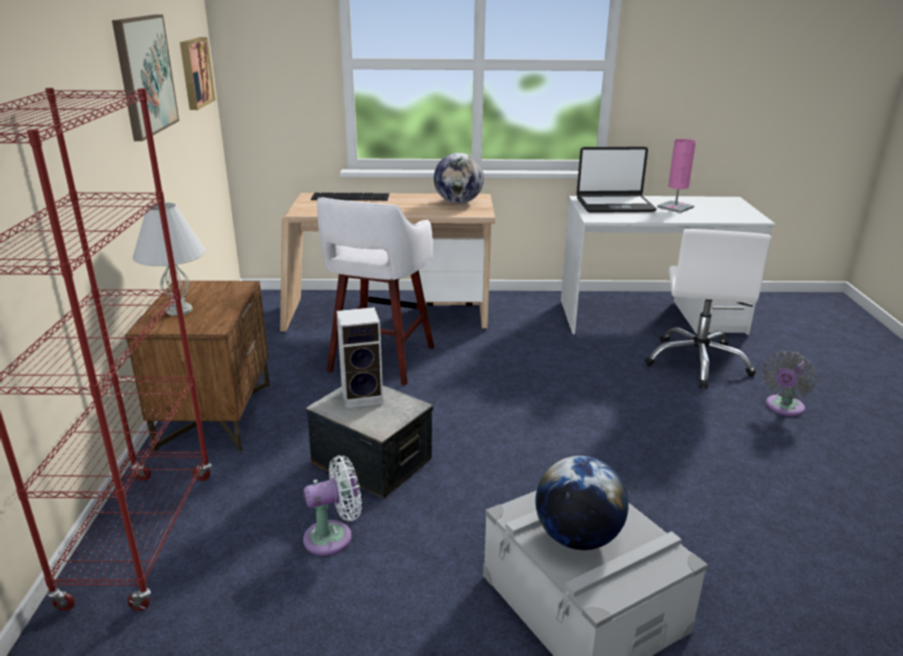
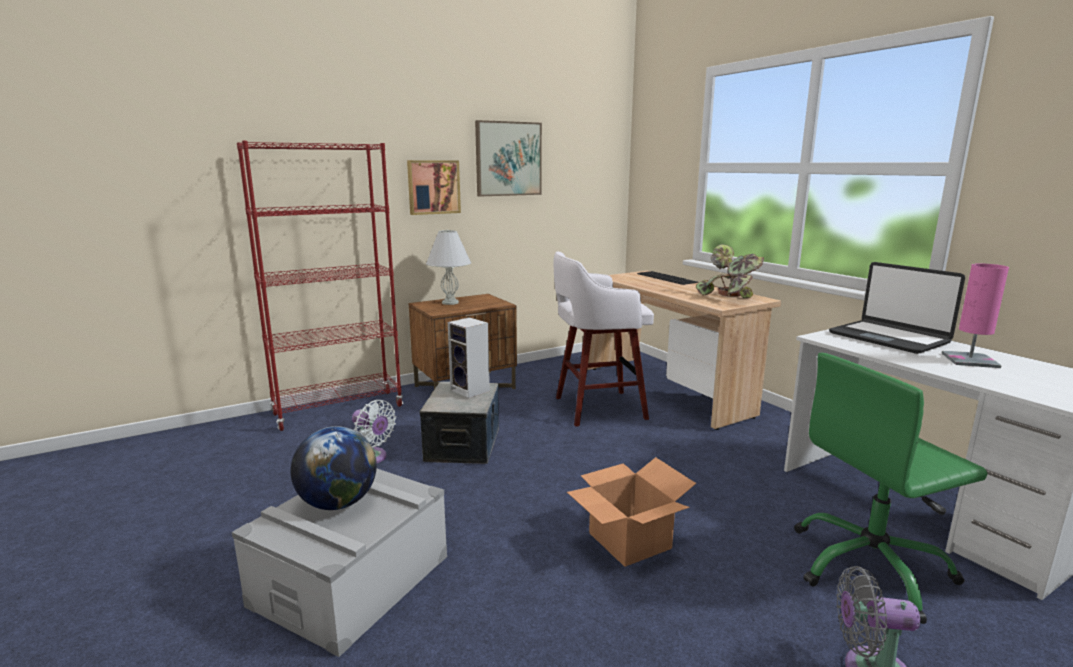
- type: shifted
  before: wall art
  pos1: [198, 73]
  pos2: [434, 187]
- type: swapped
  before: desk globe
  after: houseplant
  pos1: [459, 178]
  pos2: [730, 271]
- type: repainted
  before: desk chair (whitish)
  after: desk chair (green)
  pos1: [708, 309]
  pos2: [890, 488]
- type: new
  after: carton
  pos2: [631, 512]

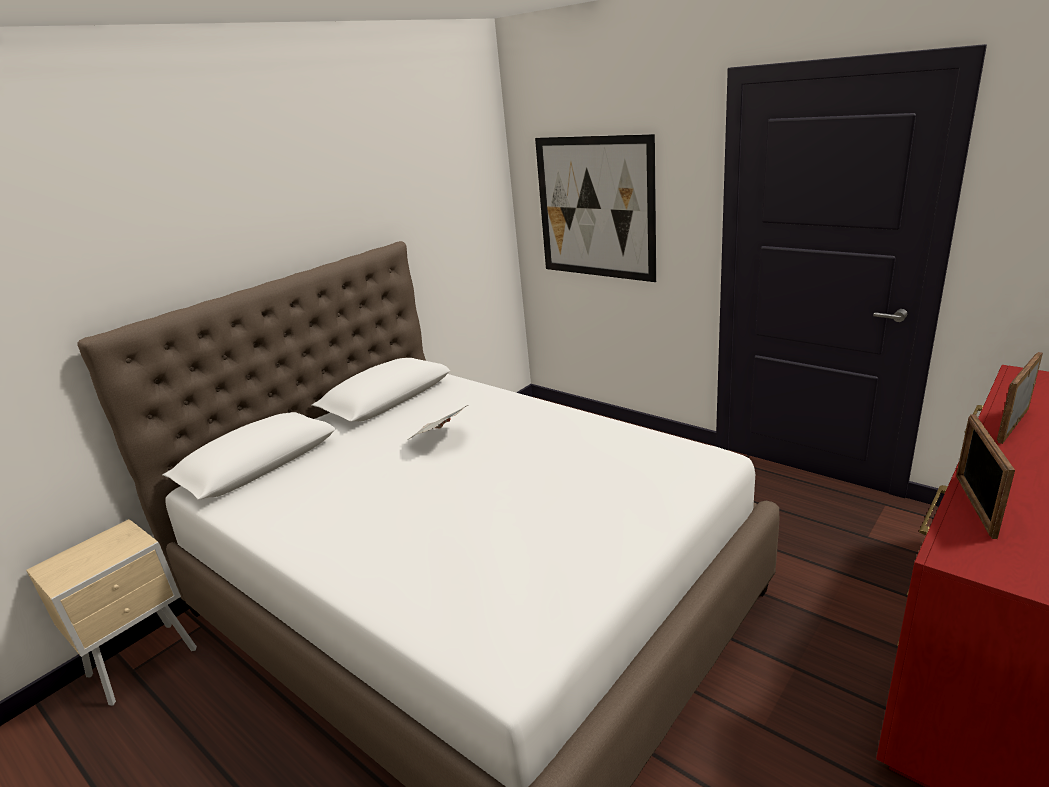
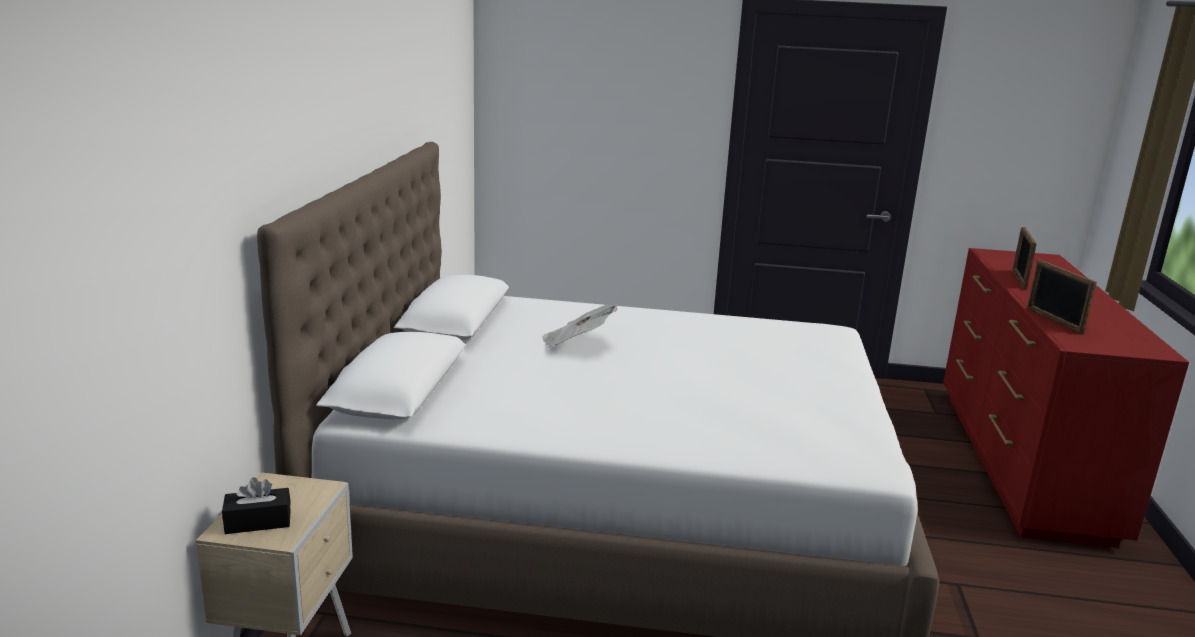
- type: gone
  before: wall art
  pos1: [595, 208]
- type: new
  after: tissue box (black)
  pos2: [256, 505]

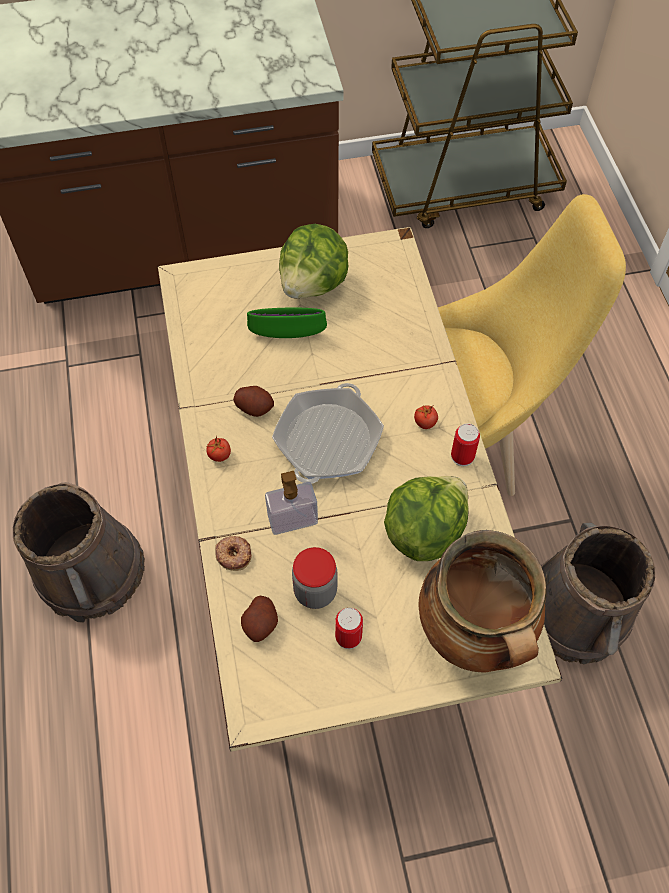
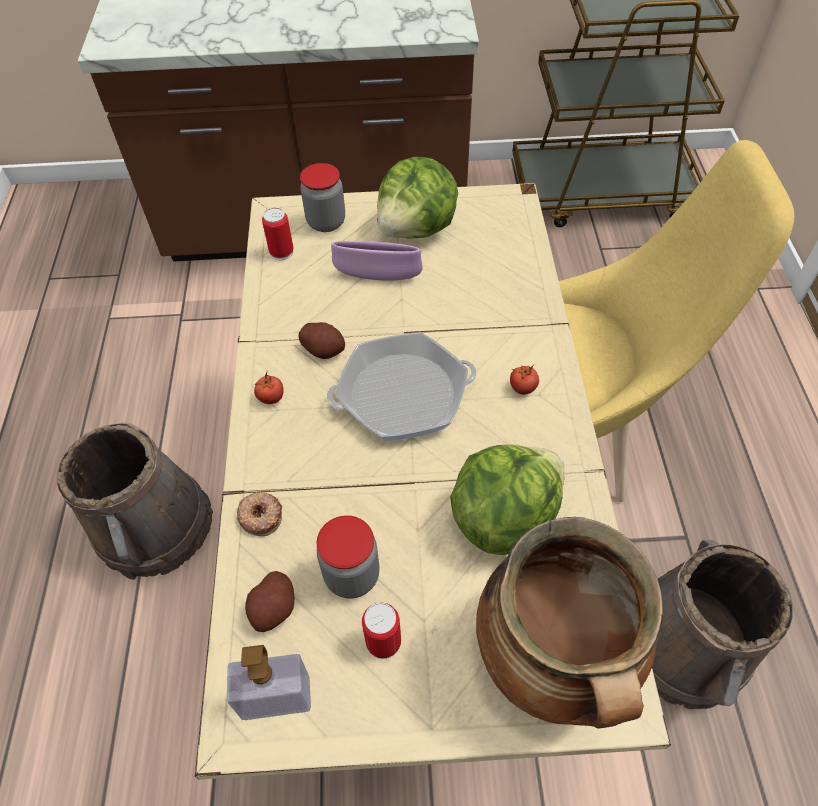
- type: repainted
  before: serving bowl (green)
  after: serving bowl (purple-coloured)
  pos1: [287, 323]
  pos2: [377, 261]
- type: shifted
  before: soap bottle
  pos1: [291, 503]
  pos2: [269, 682]
- type: rotated
  before: frying pan
  pos1: [328, 433]
  pos2: [402, 386]
  turn: -135
- type: shifted
  before: sealed can
  pos1: [465, 444]
  pos2: [278, 233]
- type: new
  after: jar
  pos2: [322, 197]

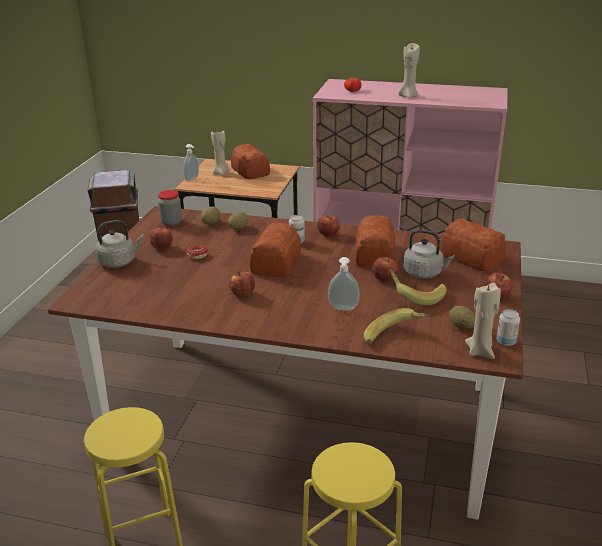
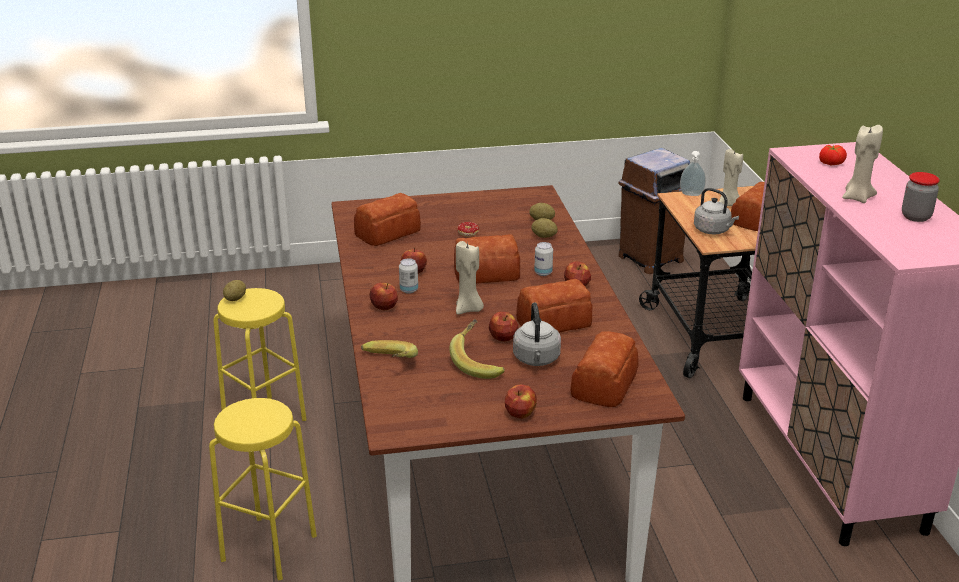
- type: shifted
  before: kettle (grey)
  pos1: [119, 244]
  pos2: [716, 211]
- type: shifted
  before: whole apple
  pos1: [161, 238]
  pos2: [383, 296]
- type: shifted
  before: jar
  pos1: [170, 208]
  pos2: [921, 197]
- type: gone
  before: soap bottle
  pos1: [343, 284]
- type: shifted
  before: spud
  pos1: [462, 317]
  pos2: [234, 290]
- type: shifted
  before: wax candle (sand-coloured)
  pos1: [483, 321]
  pos2: [470, 277]
- type: shifted
  before: sealed can
  pos1: [508, 327]
  pos2: [408, 276]
- type: new
  after: bread
  pos2: [387, 219]

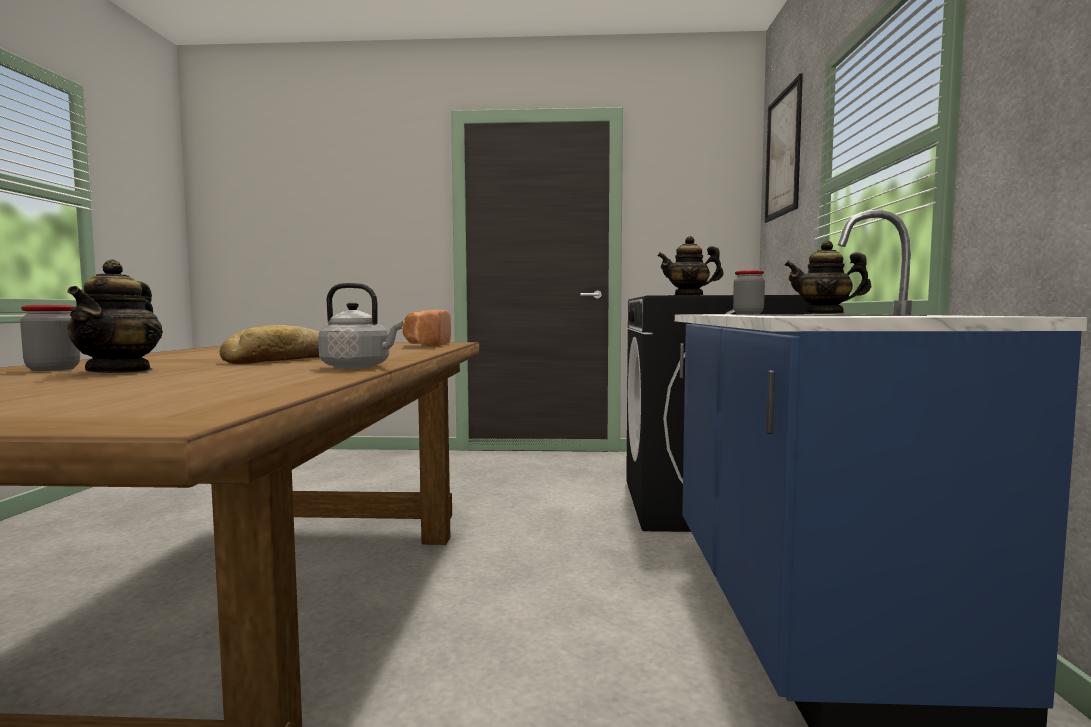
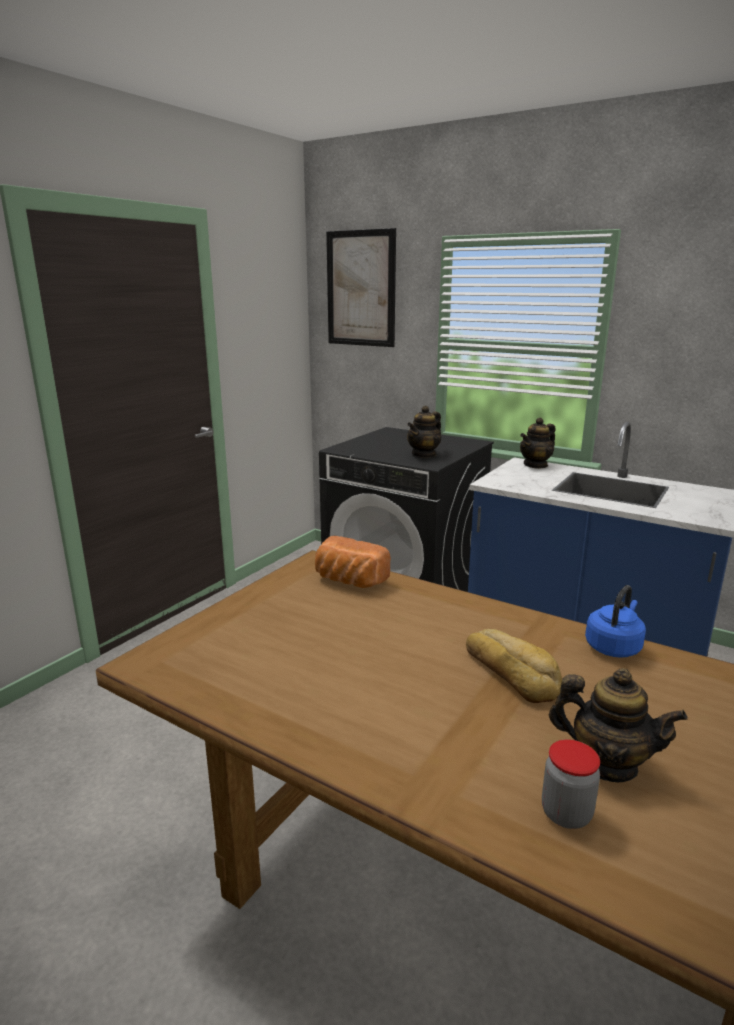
- type: repainted
  before: kettle (grey)
  after: kettle (bluish)
  pos1: [360, 326]
  pos2: [615, 621]
- type: gone
  before: jar
  pos1: [749, 292]

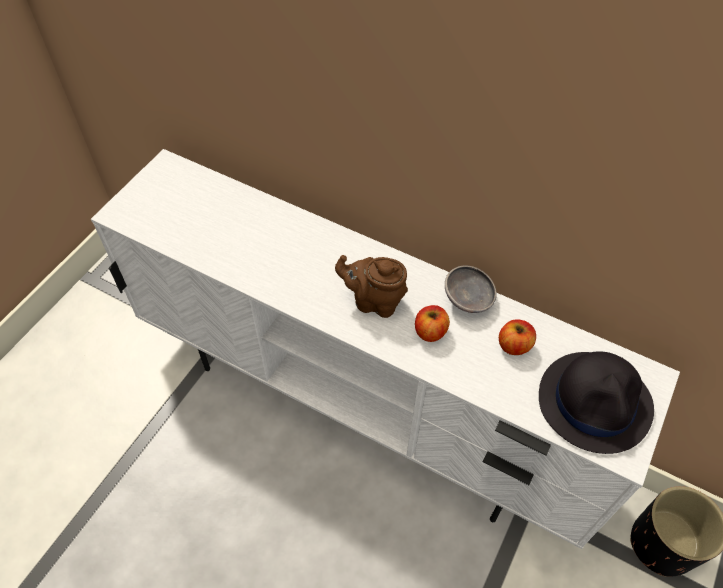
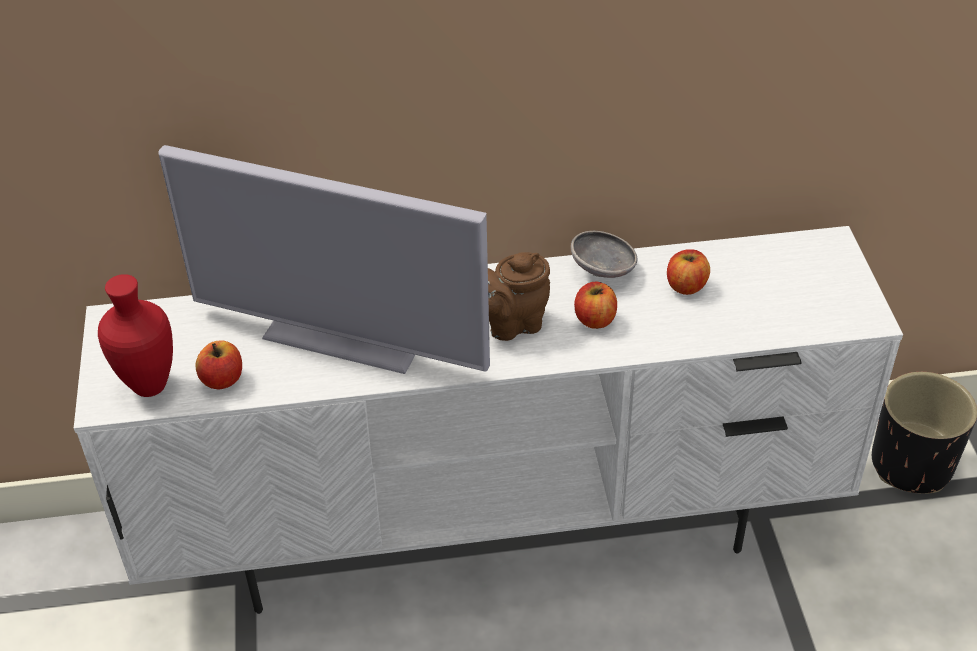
- type: gone
  before: wearable hat (black)
  pos1: [596, 402]
- type: new
  after: flower vase (red-coloured)
  pos2: [135, 335]
- type: new
  after: TV set
  pos2: [324, 259]
- type: new
  after: whole apple
  pos2: [218, 364]

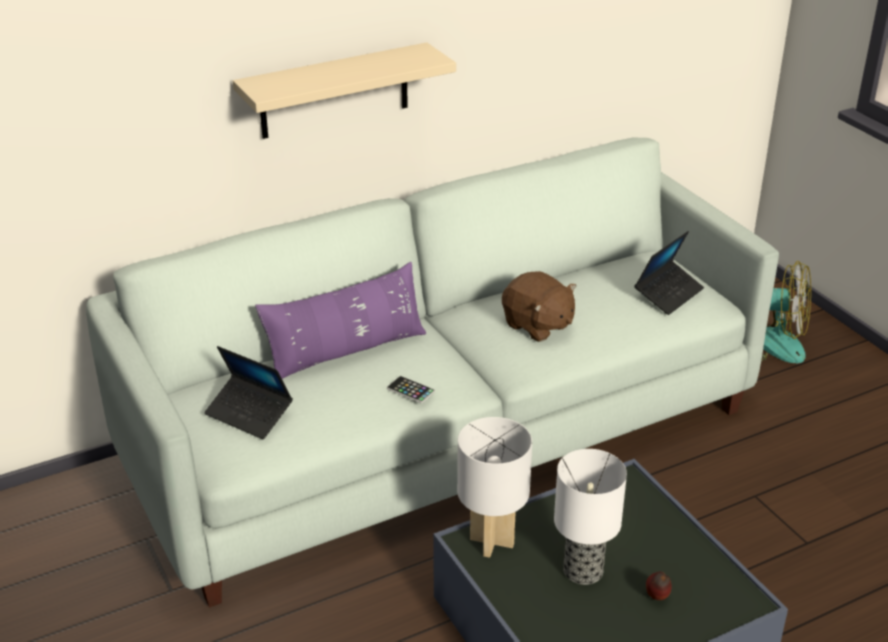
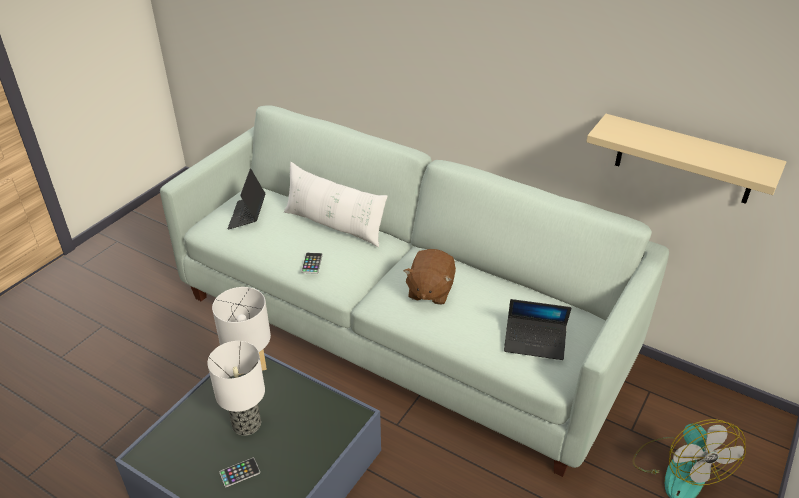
- type: shifted
  before: bracket shelf (sand-coloured)
  pos1: [344, 90]
  pos2: [686, 159]
- type: repainted
  before: pillow (purple-coloured)
  after: pillow (whitish)
  pos1: [340, 320]
  pos2: [336, 204]
- type: swapped
  before: whole apple
  after: handset
  pos1: [659, 586]
  pos2: [239, 473]

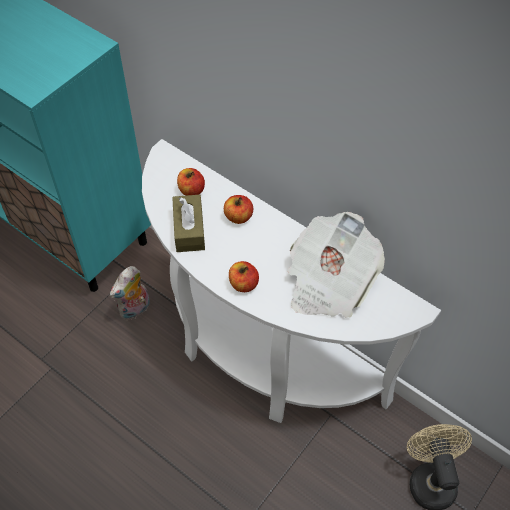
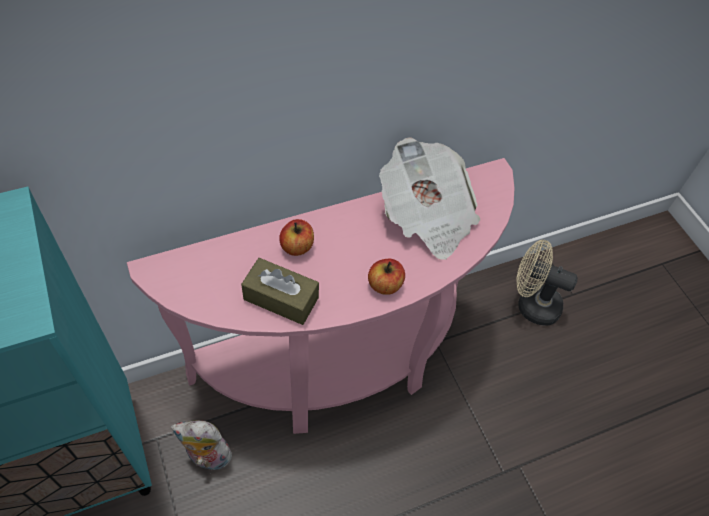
- type: rotated
  before: plush toy
  pos1: [130, 293]
  pos2: [202, 445]
  turn: 120
- type: repainted
  before: console table (whitish)
  after: console table (pinkish)
  pos1: [291, 281]
  pos2: [321, 296]
- type: gone
  before: whole apple
  pos1: [191, 182]

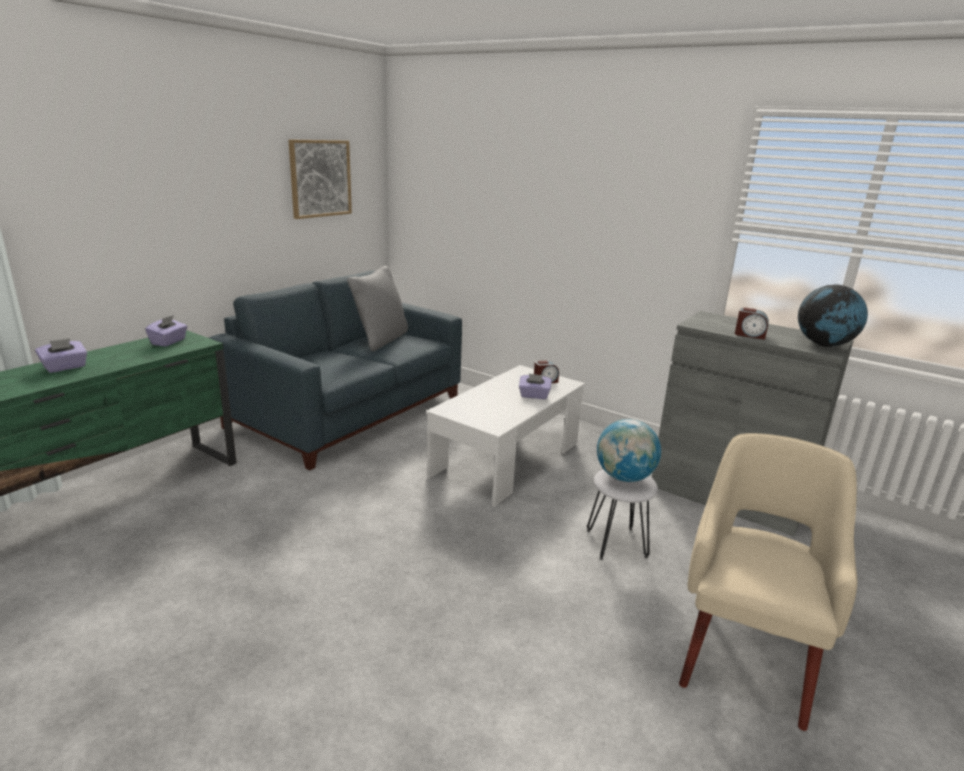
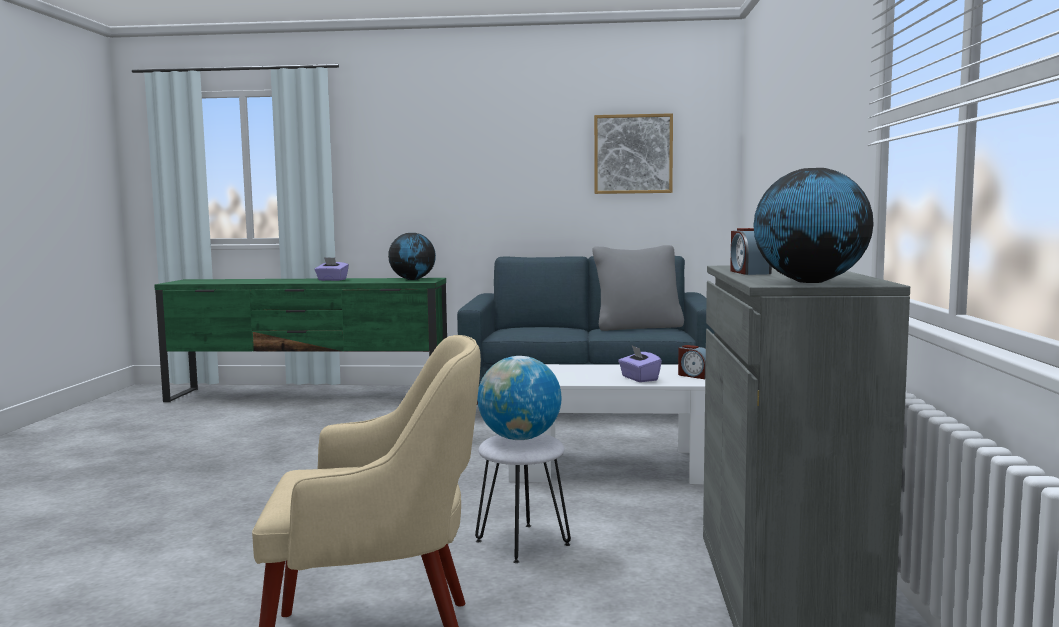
- type: swapped
  before: tissue box (purple-coloured)
  after: desk globe
  pos1: [166, 331]
  pos2: [412, 256]

